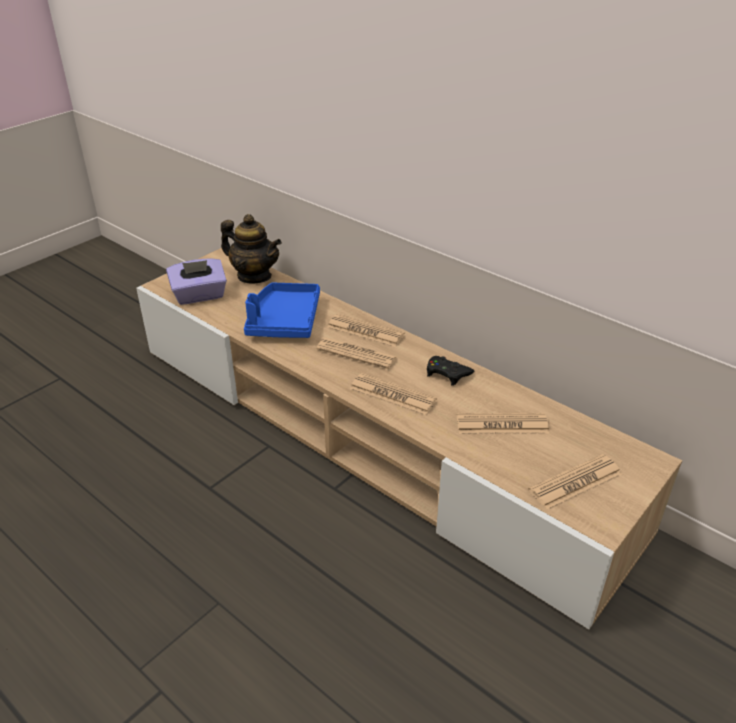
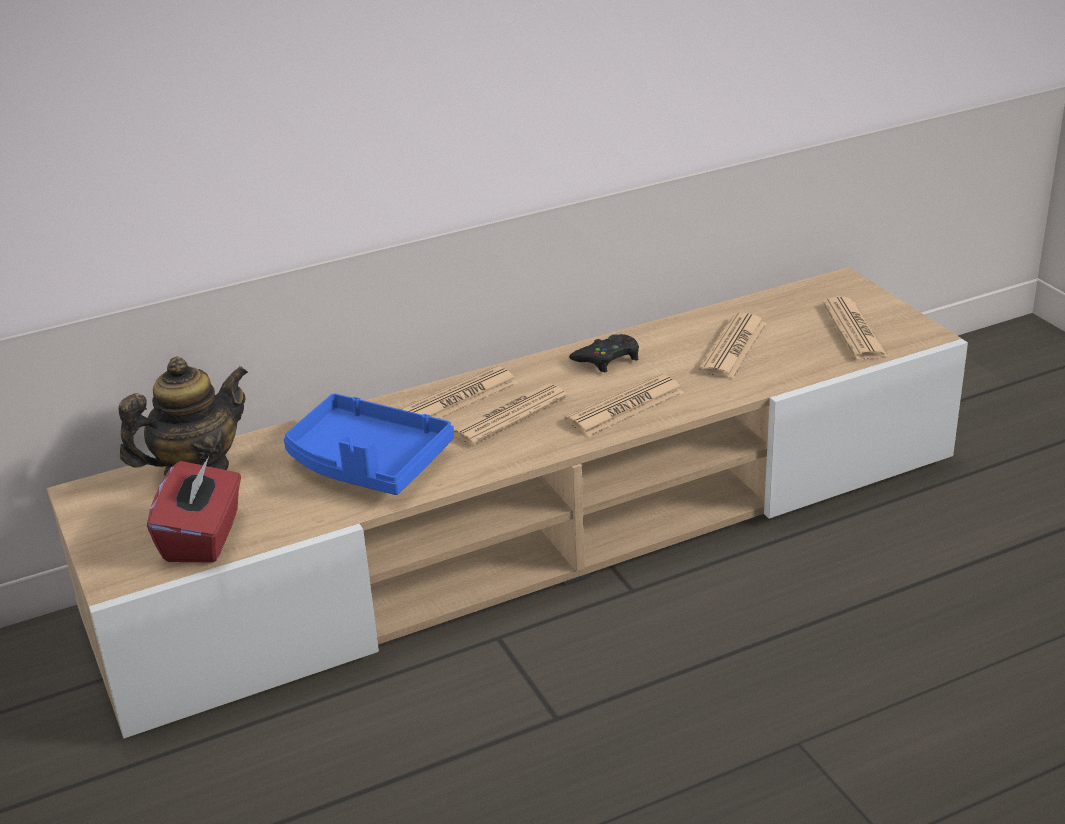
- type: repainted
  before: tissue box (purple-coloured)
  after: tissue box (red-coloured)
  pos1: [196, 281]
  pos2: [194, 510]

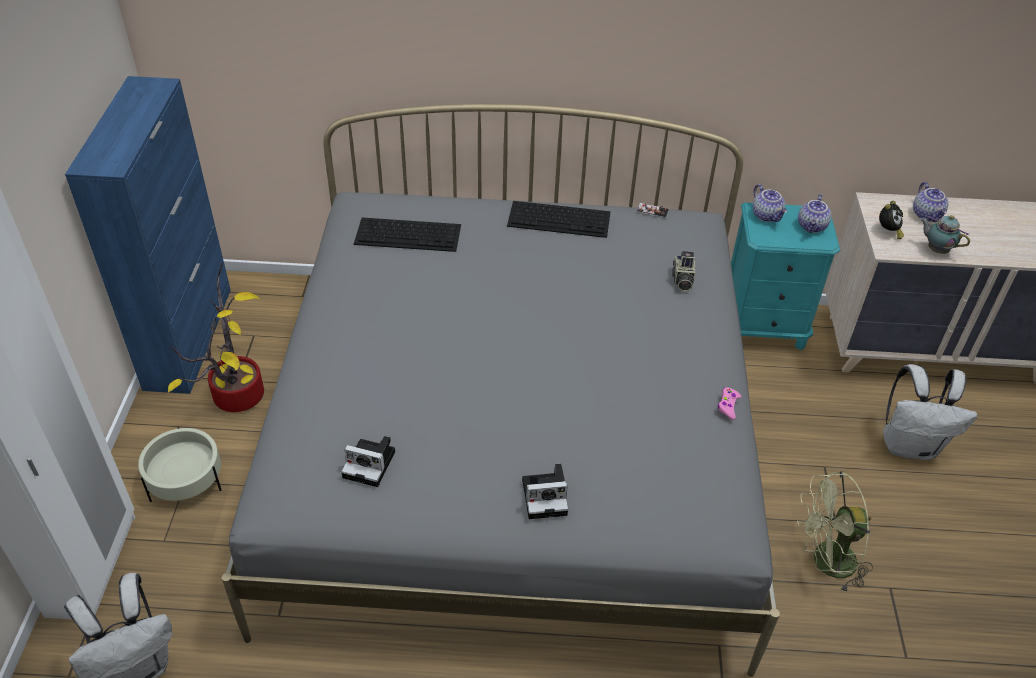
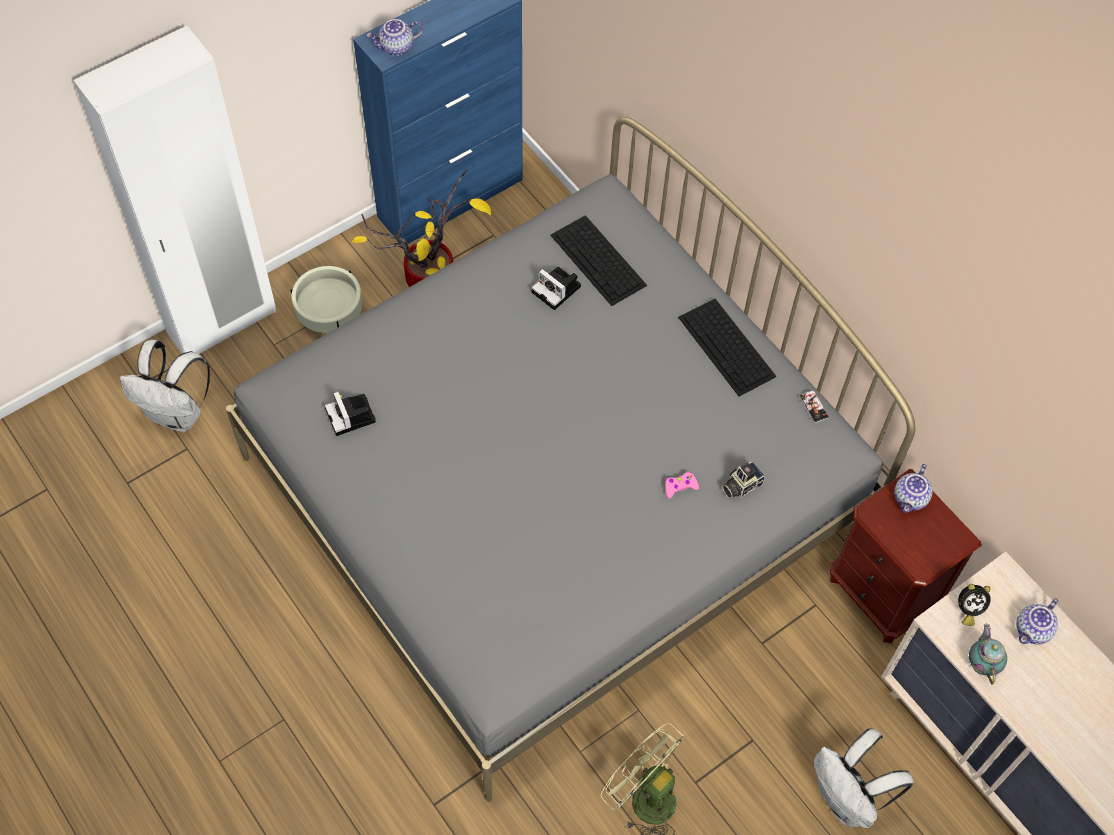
- type: shifted
  before: still camera
  pos1: [545, 491]
  pos2: [556, 288]
- type: shifted
  before: game controller (pinkish)
  pos1: [729, 403]
  pos2: [682, 485]
- type: repainted
  before: nightstand (turquoise-coloured)
  after: nightstand (brown)
  pos1: [785, 276]
  pos2: [906, 556]
- type: shifted
  before: tea pot
  pos1: [814, 213]
  pos2: [394, 37]

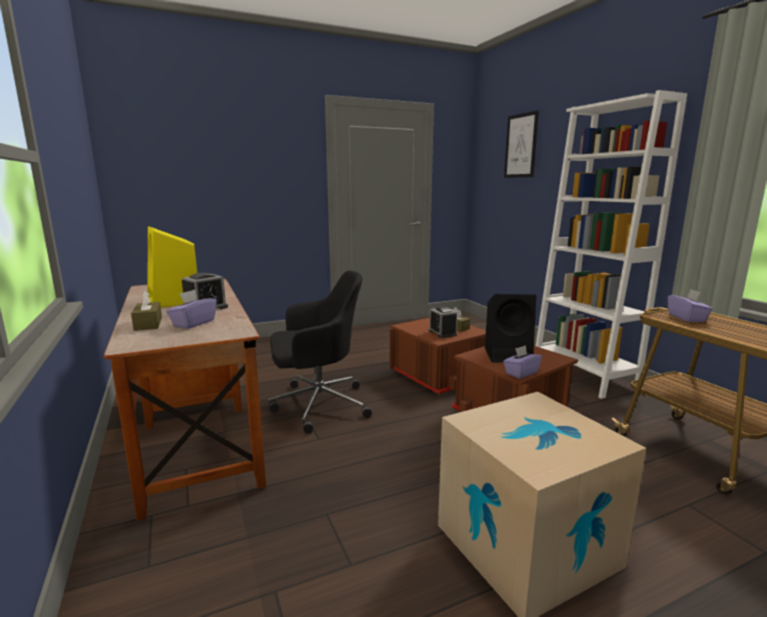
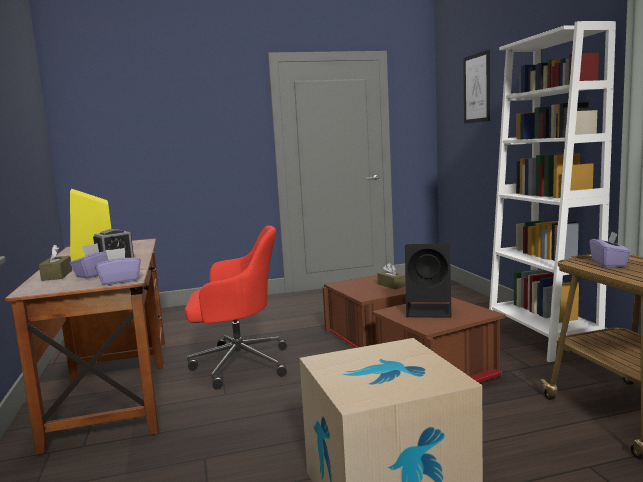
- type: repainted
  before: desk chair (black)
  after: desk chair (red-coloured)
  pos1: [320, 352]
  pos2: [236, 308]
- type: gone
  before: table clock
  pos1: [443, 322]
- type: shifted
  before: tissue box (purple-coloured)
  pos1: [522, 362]
  pos2: [118, 266]

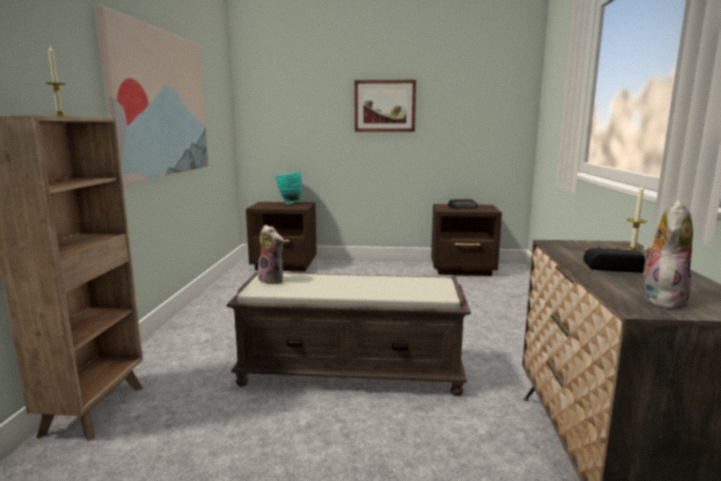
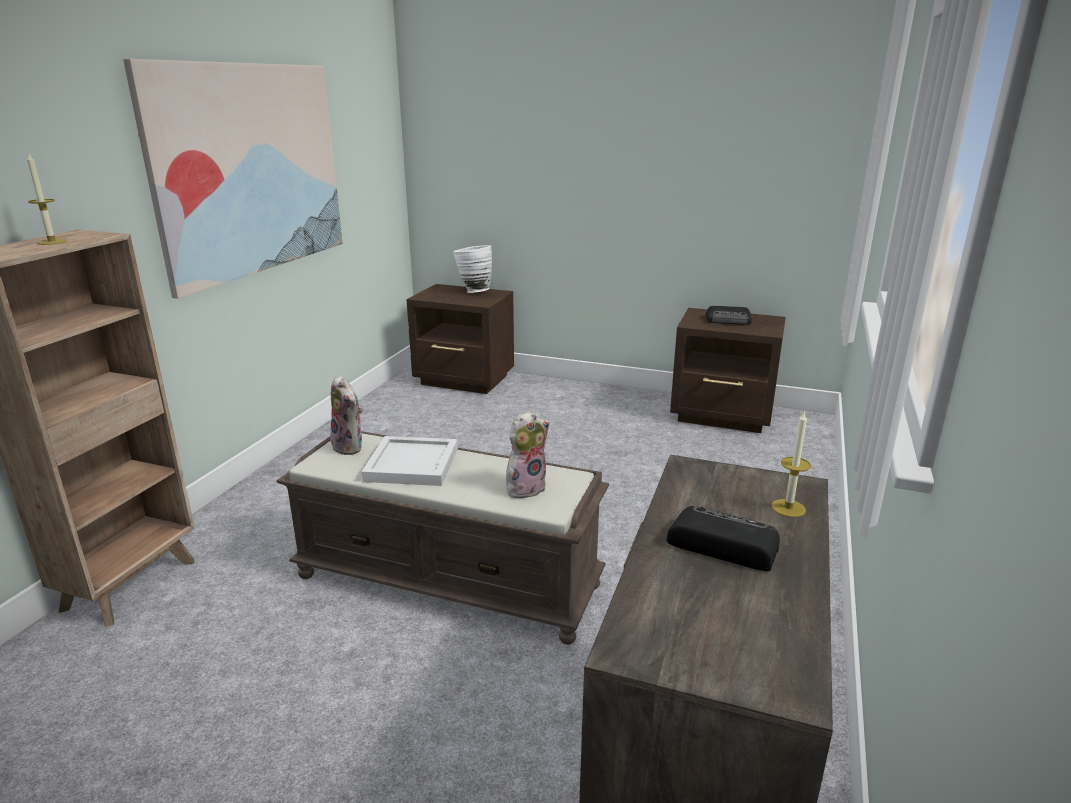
- type: repainted
  before: flower vase (turquoise-coloured)
  after: flower vase (whitish)
  pos1: [288, 188]
  pos2: [472, 269]
- type: gone
  before: wall art
  pos1: [385, 106]
- type: shifted
  before: plush toy
  pos1: [667, 254]
  pos2: [528, 454]
- type: new
  after: carrying tray (whitish)
  pos2: [410, 461]

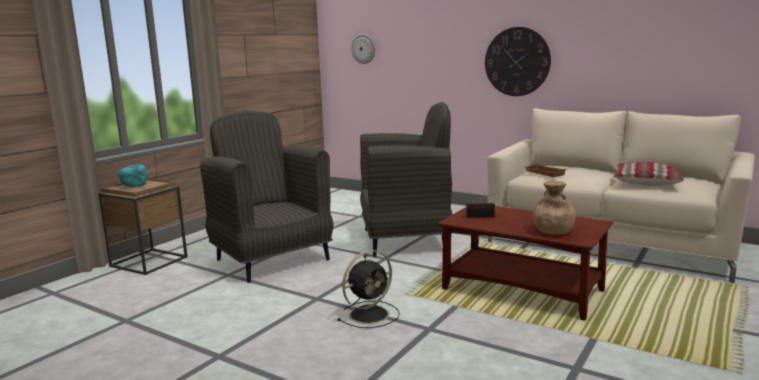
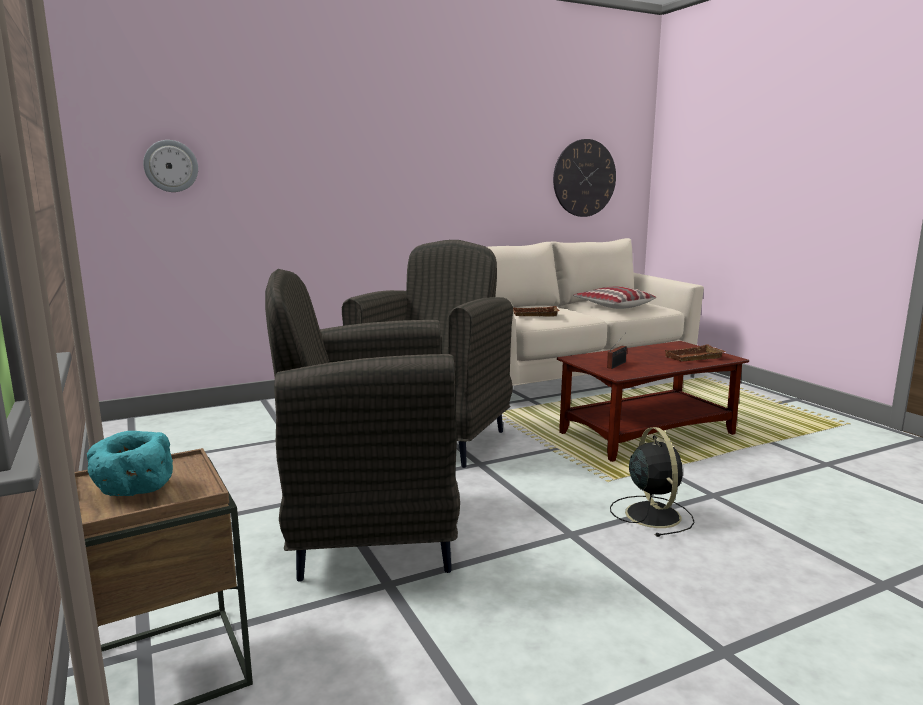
- type: shifted
  before: clock on the wall
  pos1: [518, 61]
  pos2: [584, 178]
- type: swapped
  before: flower vase (brown)
  after: carrying tray (brown)
  pos1: [554, 207]
  pos2: [695, 352]

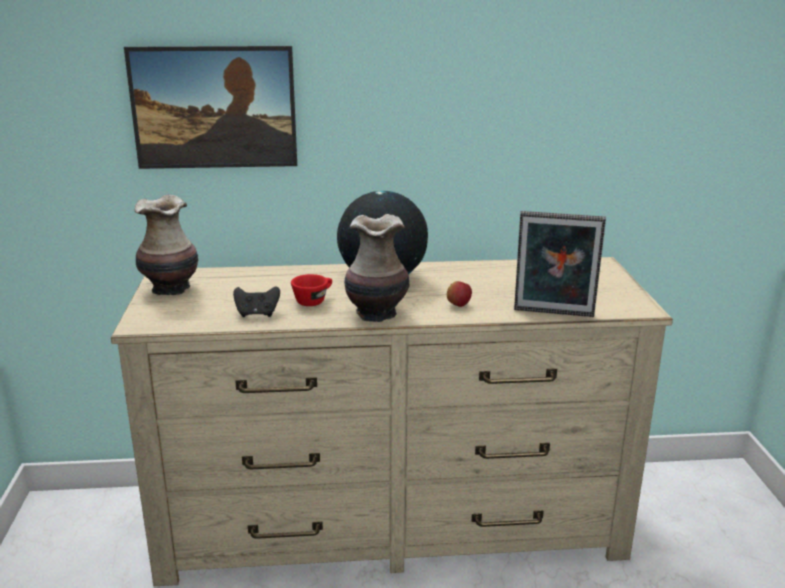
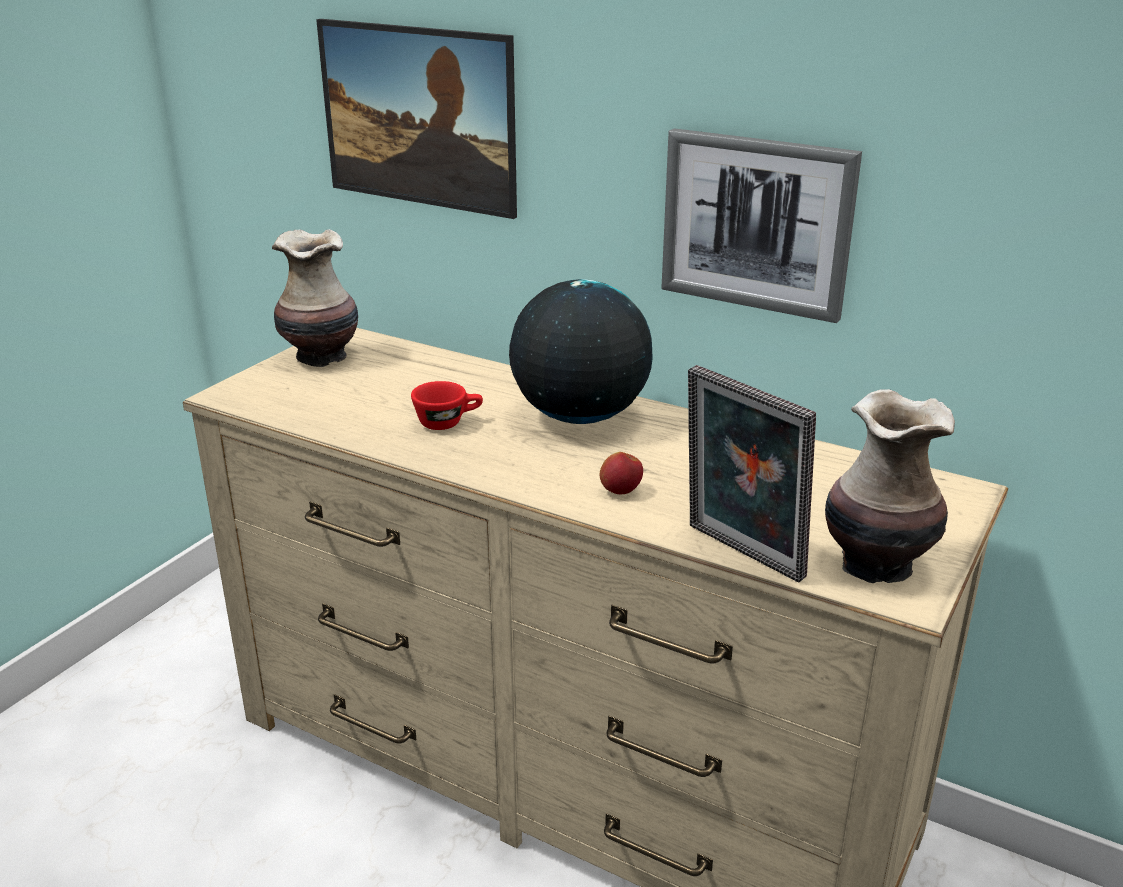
- type: gone
  before: game controller (black)
  pos1: [256, 301]
- type: shifted
  before: flower vase
  pos1: [377, 268]
  pos2: [890, 486]
- type: new
  after: wall art
  pos2: [762, 225]

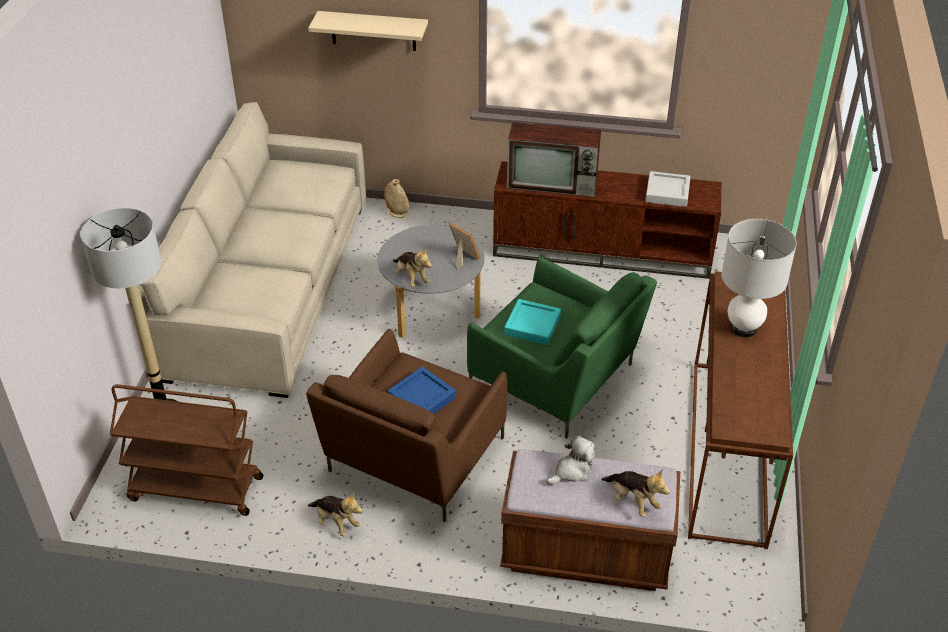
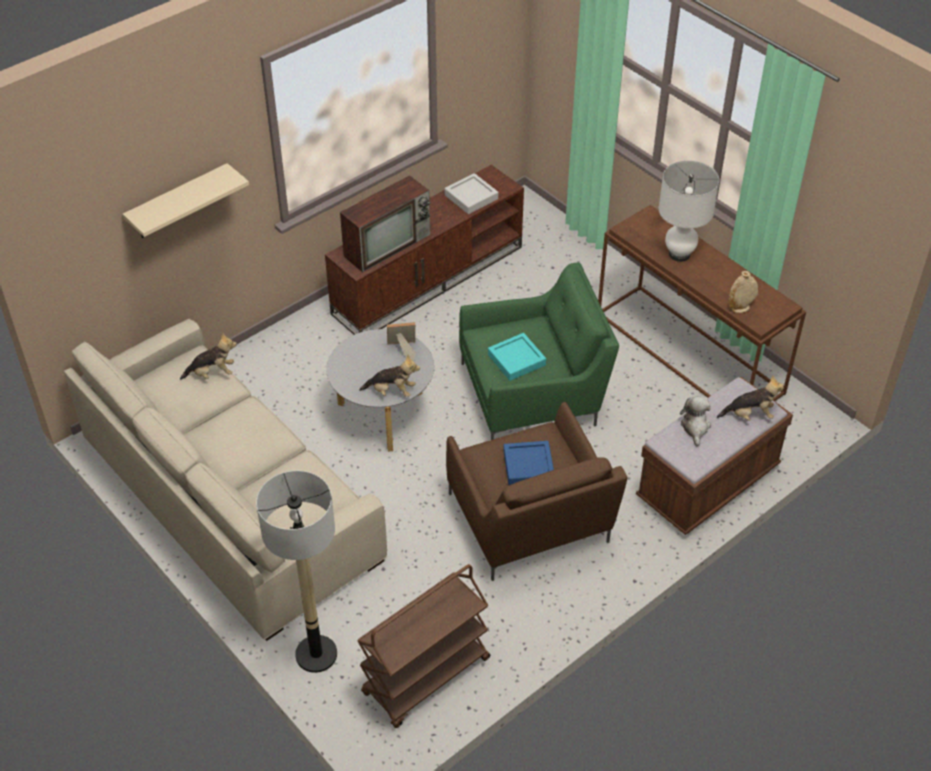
- type: shifted
  before: plush toy
  pos1: [335, 514]
  pos2: [208, 356]
- type: shifted
  before: flower vase (sand-coloured)
  pos1: [396, 198]
  pos2: [743, 292]

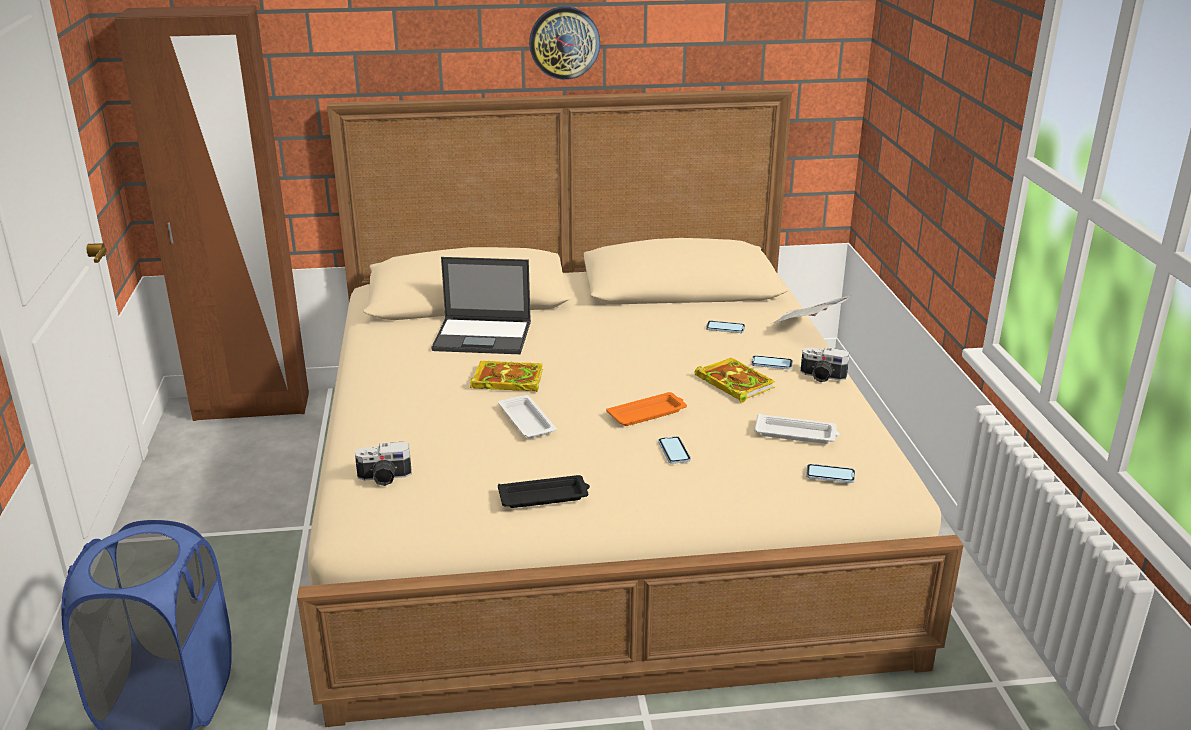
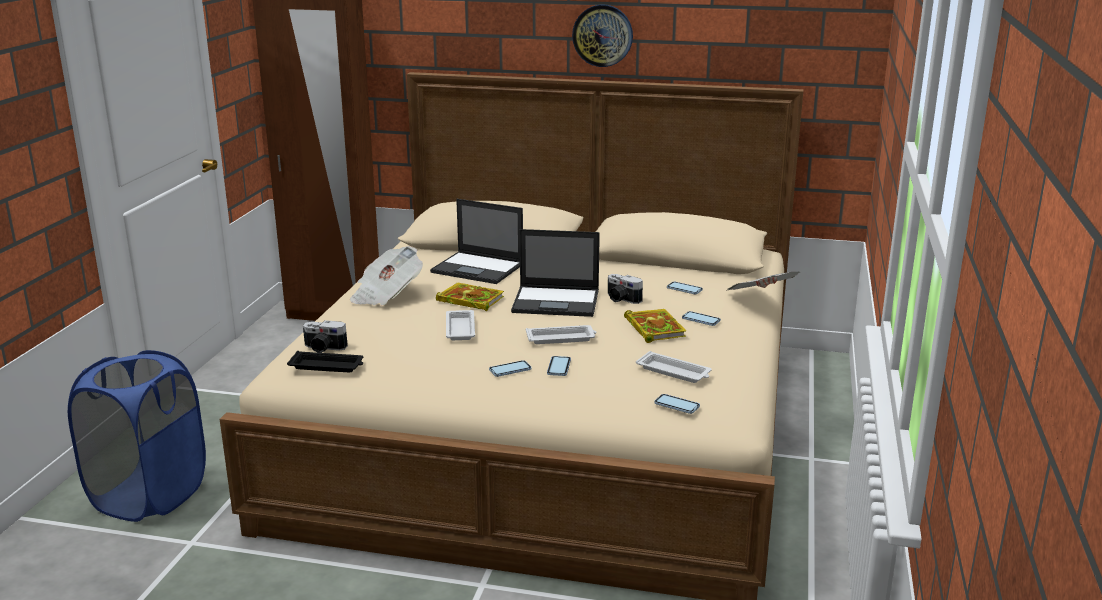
- type: shifted
  before: carrying tray (black)
  pos1: [544, 491]
  pos2: [325, 361]
- type: repainted
  before: carrying tray (orange-coloured)
  after: carrying tray (whitish)
  pos1: [646, 409]
  pos2: [561, 334]
- type: shifted
  before: still camera
  pos1: [825, 364]
  pos2: [625, 289]
- type: new
  after: newspaper
  pos2: [386, 275]
- type: new
  after: handset
  pos2: [510, 368]
- type: new
  after: portable computer
  pos2: [555, 273]

